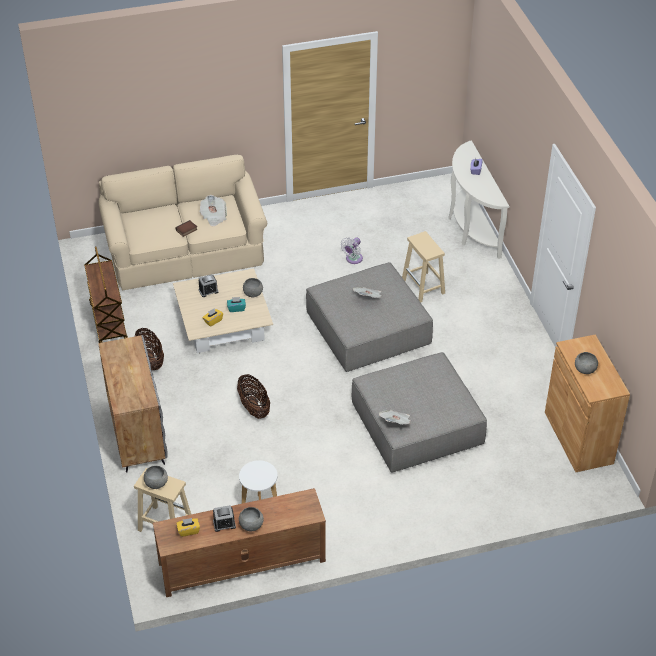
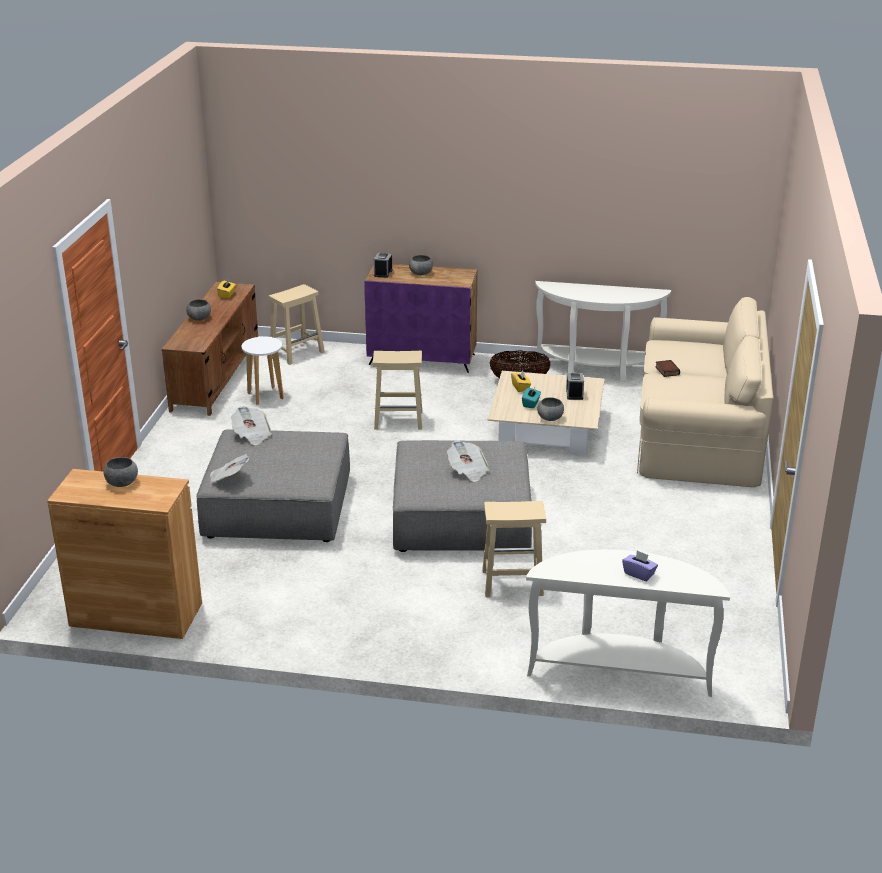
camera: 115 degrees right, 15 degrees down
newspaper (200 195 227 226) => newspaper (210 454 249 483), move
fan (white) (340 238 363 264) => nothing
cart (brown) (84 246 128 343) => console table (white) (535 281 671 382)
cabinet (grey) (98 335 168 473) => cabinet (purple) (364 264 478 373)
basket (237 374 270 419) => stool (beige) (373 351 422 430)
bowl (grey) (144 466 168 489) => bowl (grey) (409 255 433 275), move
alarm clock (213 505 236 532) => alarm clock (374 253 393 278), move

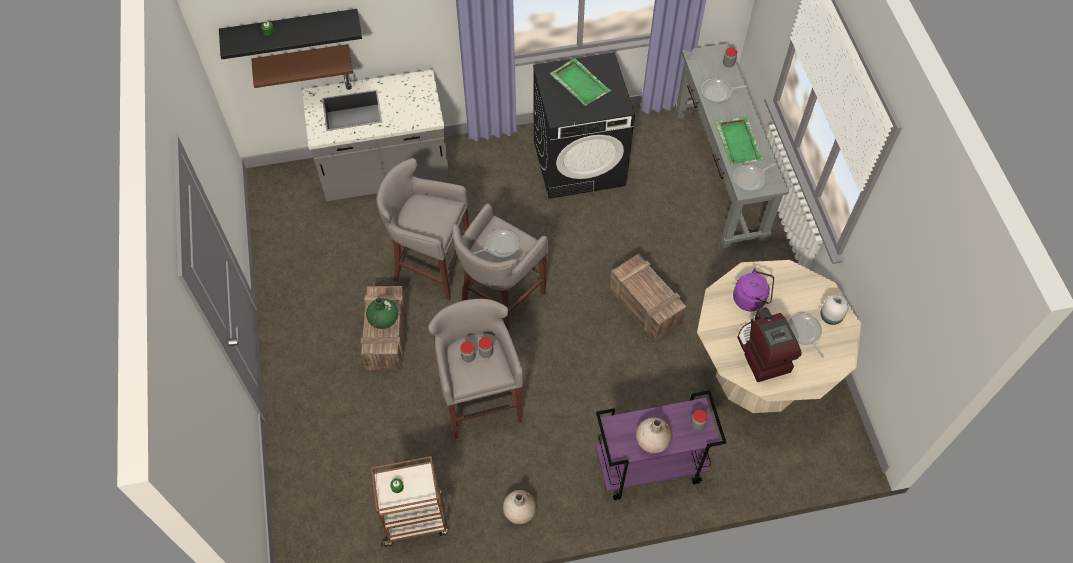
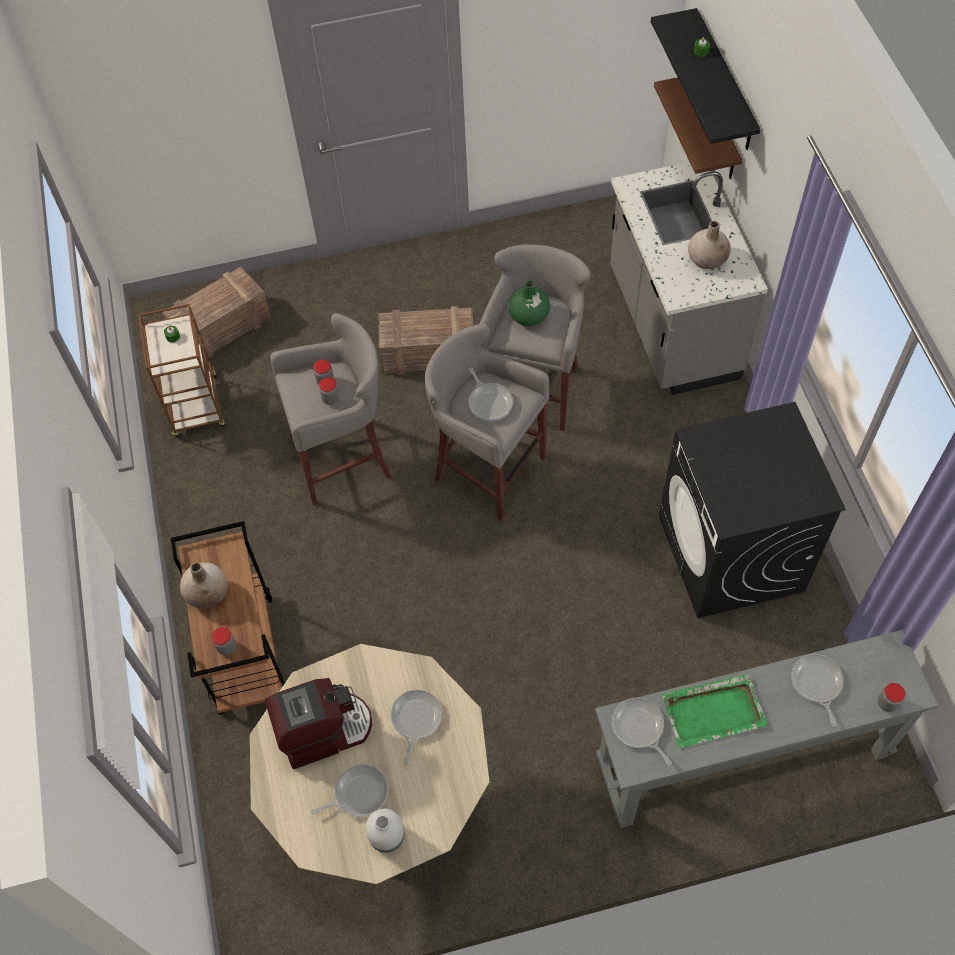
camera: 90 degrees right, 0 degrees up
tray (green) (550 58 611 106) => nothing
crate (609 254 687 341) => crate (162 267 271 358), move
kettle (purple) (733 268 774 311) => frying pan (391 689 442 764)
vase (green) (366 297 398 329) => vase (green) (508 280 550 326), move
cart (purple) (595 390 727 500) => cart (brown) (171 521 285 715)
vase (beige) (503 490 537 524) => vase (beige) (688 221 731 269), move

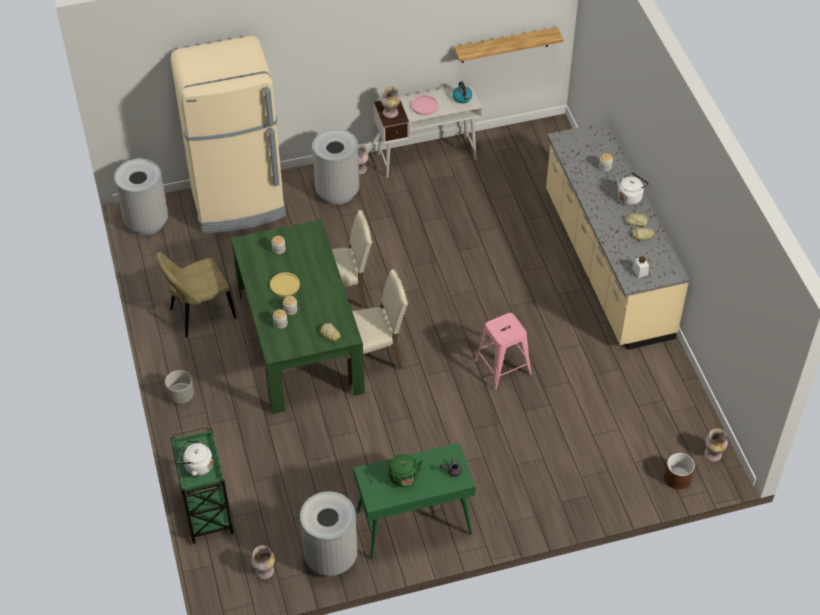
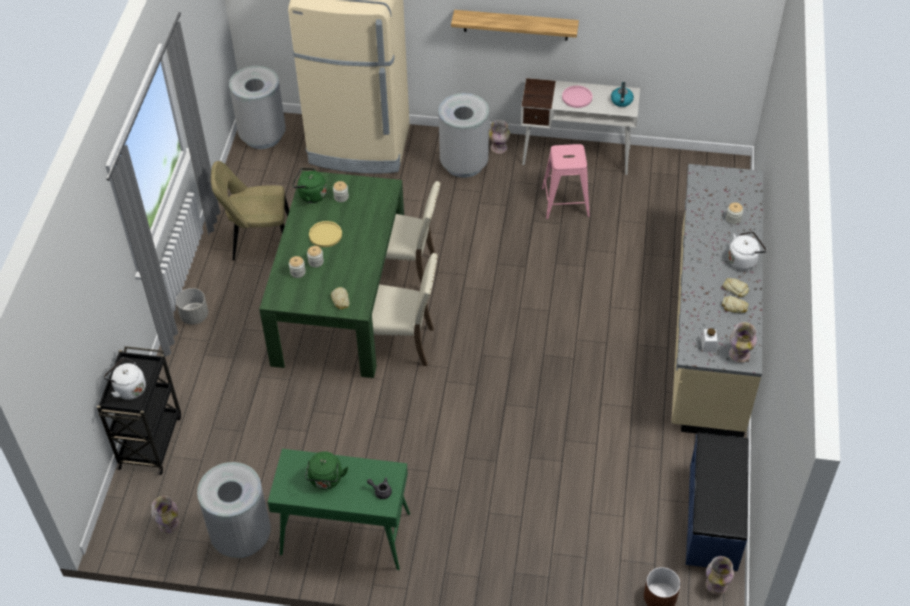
camera: 25 degrees right, 0 degrees up
shelf (454 27 564 63) => shelf (451 10 579 41), move
vase (380 86 400 118) => vase (729 322 757 363), move
stool (pink) (474 313 531 390) => stool (pink) (542 144 590 219), move
cart (green) (170 425 234 544) => cart (black) (97 346 181 475)
nothing => kettle (green) (292 168 327 203)
nothing => bench (blue) (686 433 749 571)

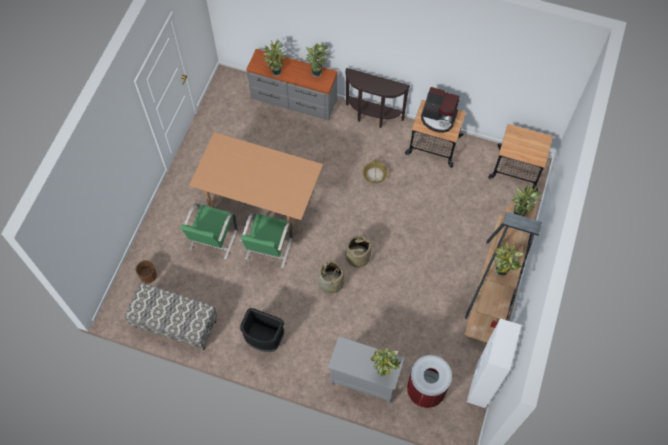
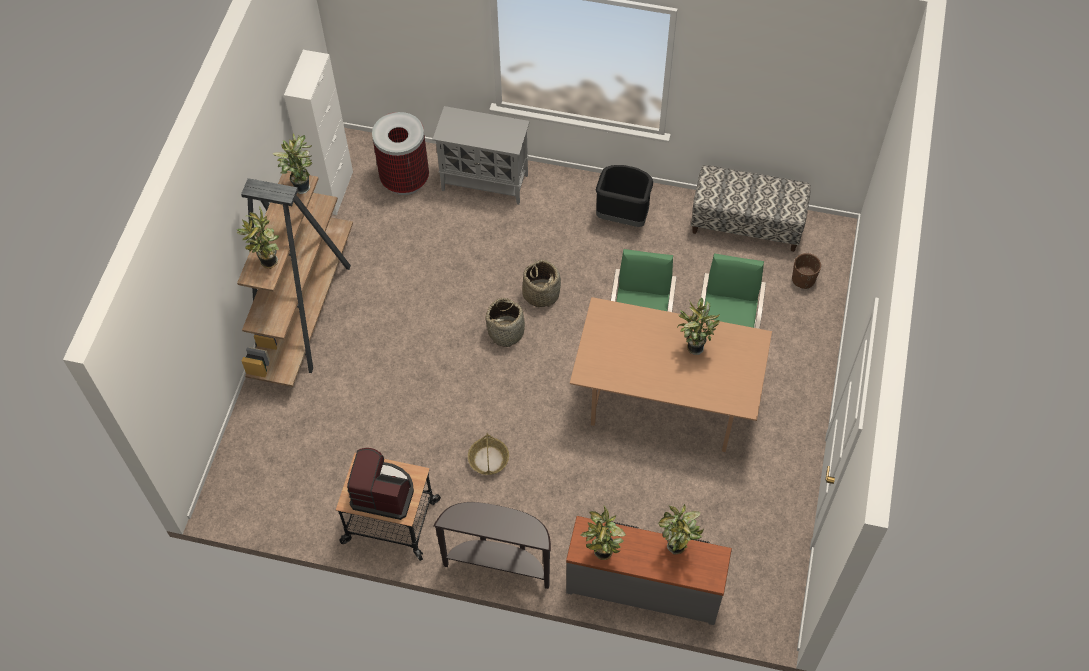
camera: 175 degrees right, 5 degrees down
cart (488 124 553 192) => nothing
potted plant (371 347 401 376) => potted plant (677 297 720 355), move

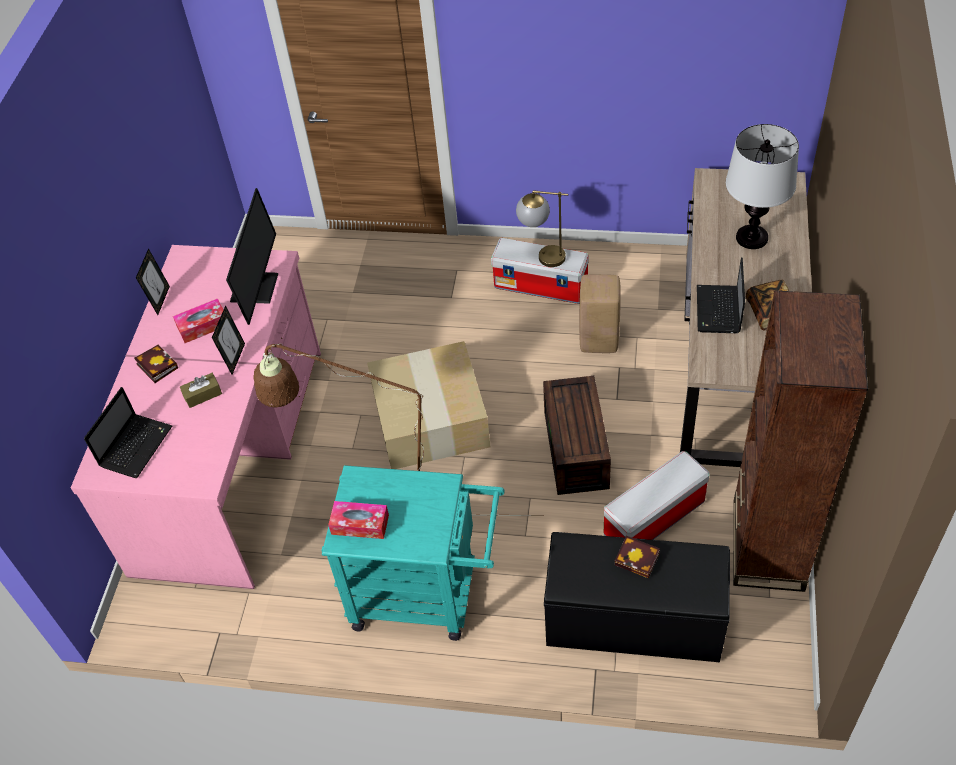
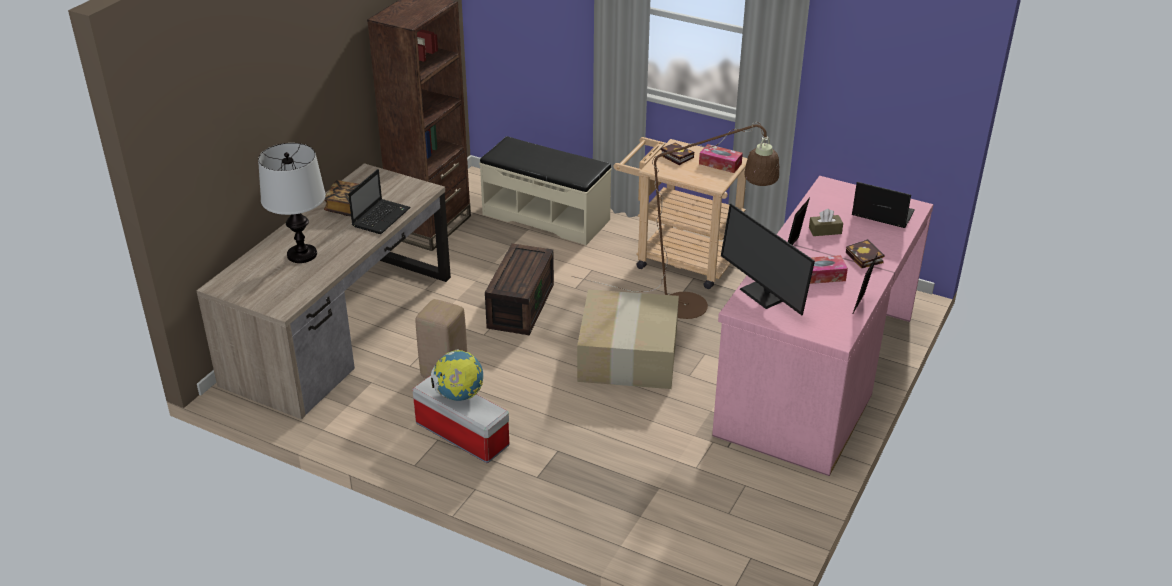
camera: 165 degrees left, 15 degrees down
monitor (226 188 278 325) => monitor (721 203 815 315), 60 degrees counterclockwise
table lamp (516 190 568 267) => globe (431 350 483 401)
laptop (84 387 172 478) => laptop (852 182 915 228), 75 degrees clockwise
storage box (604 451 709 540) => nothing
cart (turquoise) (321 465 505 641) => cart (beige) (614 137 748 289)
bench (black) (544 532 730 662) => bench (beige) (479 136 611 245)
book (615 536 660 578) => book (661 142 694 165), move

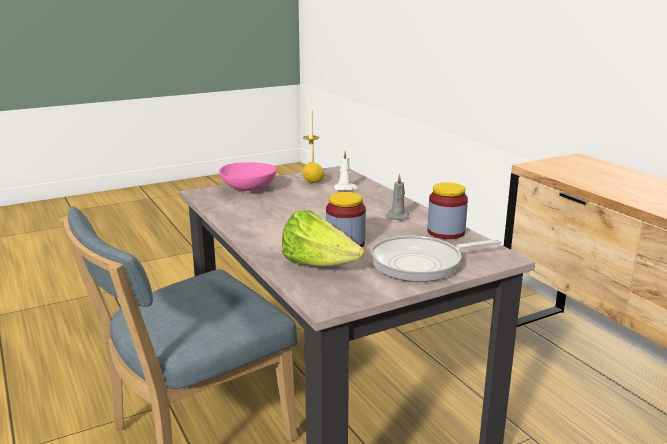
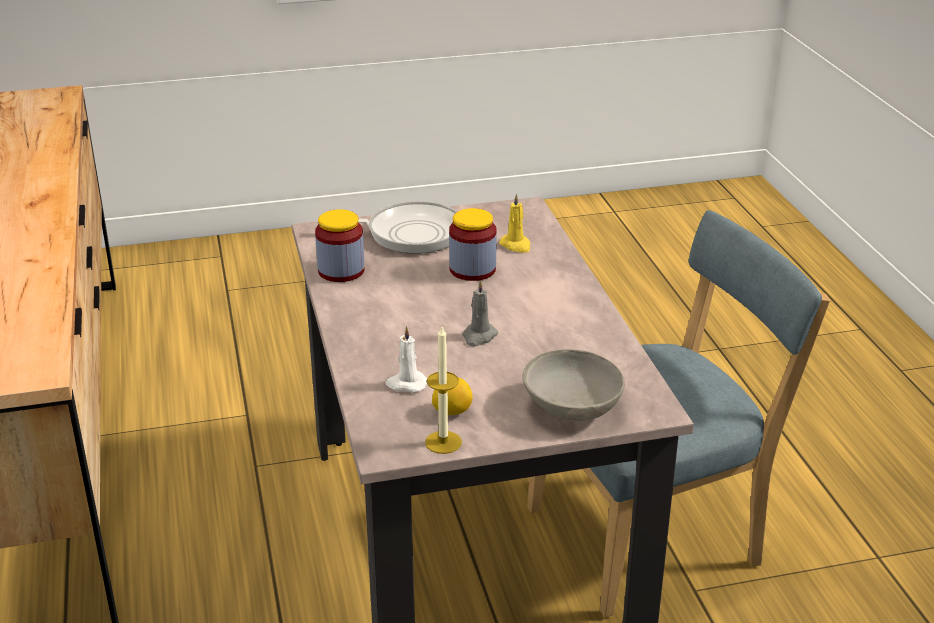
camera: 165 degrees left, 10 degrees up
bowl (pink) (219 162 277 191) => bowl (grey) (523 349 625 421)
candle (grey) (386 174 409 220) => candle (grey) (463 280 498 346), move
lettuce (282 210 365 267) => candle (yellow) (499 193 531 253)

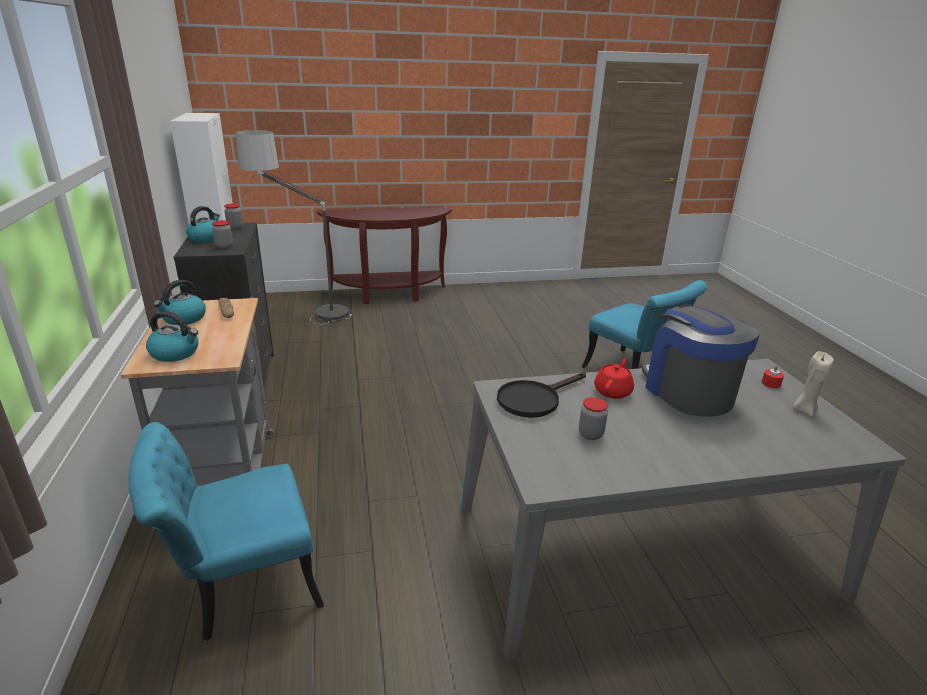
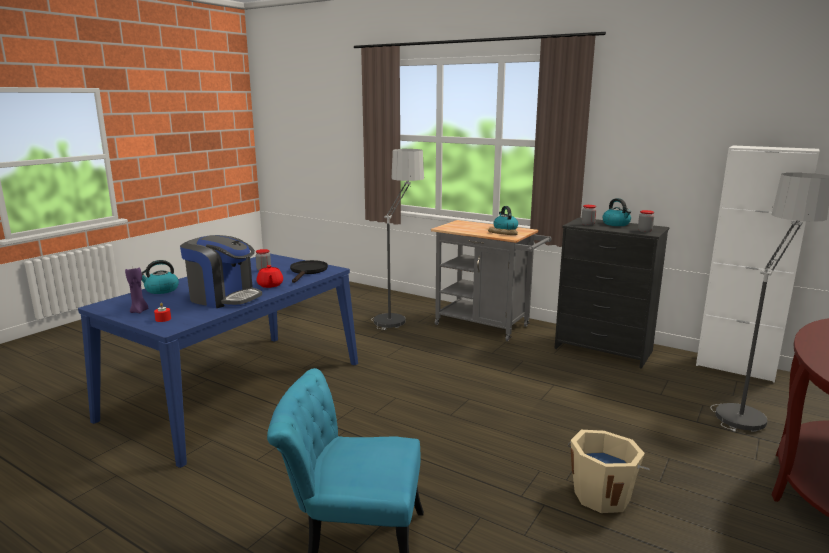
camera: 135 degrees right, 10 degrees down
kettle (146 311 198 362) => kettle (141 260 179 294), move
candle (beige) (793 351 834 416) => candle (purple) (125 266 148 313)
dining table (grey) (461 359 906 661) => dining table (blue) (78 253 358 468)
chair (turquoise) (129 422 324 641) => floor lamp (371 149 424 330)
nothing => bucket (beige) (568 430 650 513)

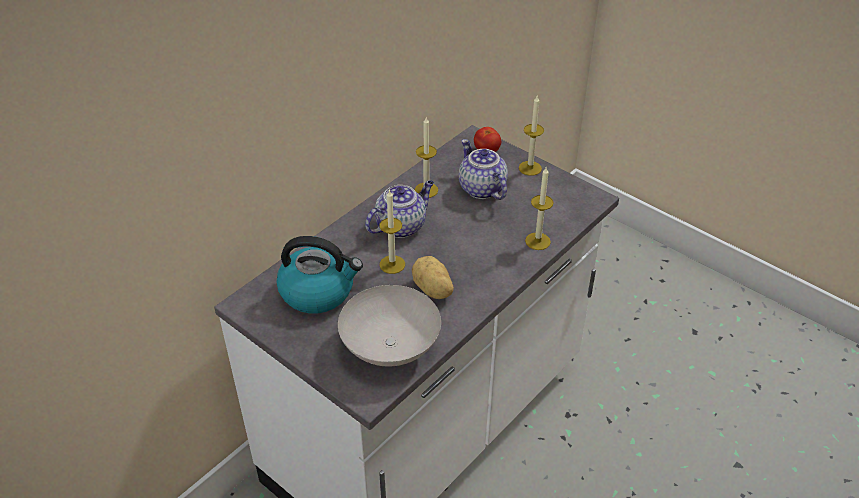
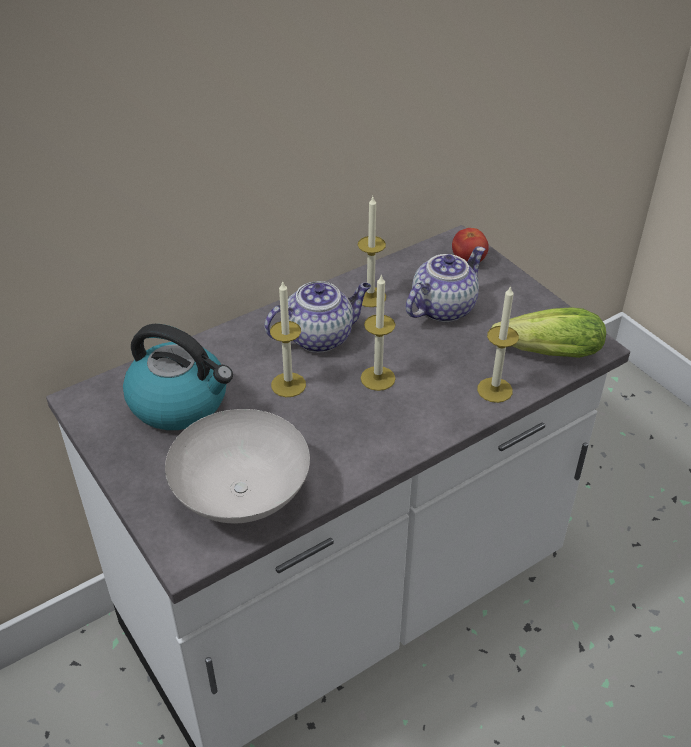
camera: 15 degrees right, 0 degrees up
candle (519 96 544 176) => candle (361 274 396 391), move
teapot (459 139 508 200) => teapot (406 247 485 322), 60 degrees clockwise
potato (412 256 454 299) => nothing
nothing => lettuce (491 307 606 358)

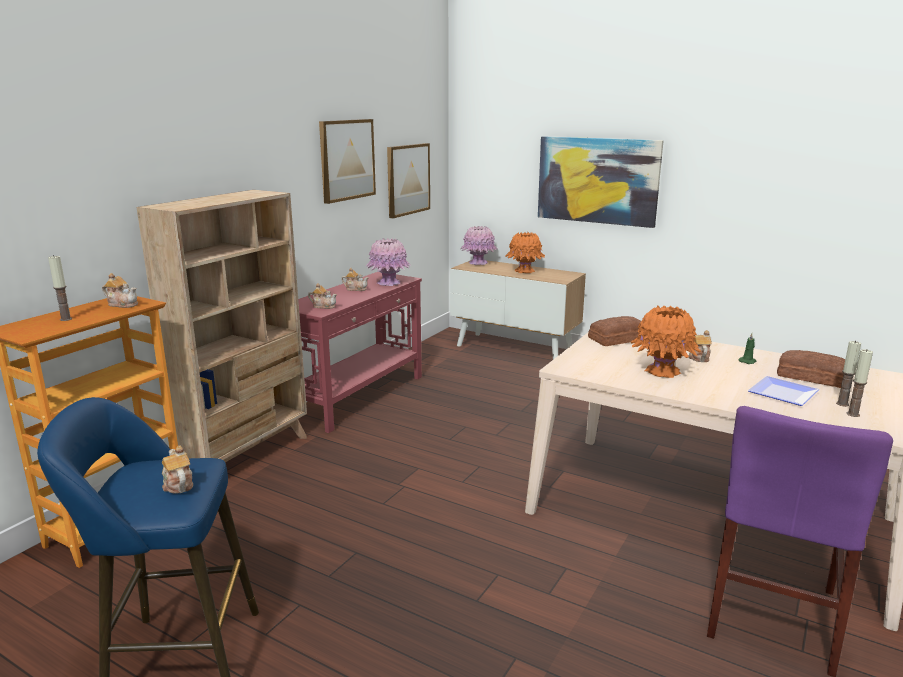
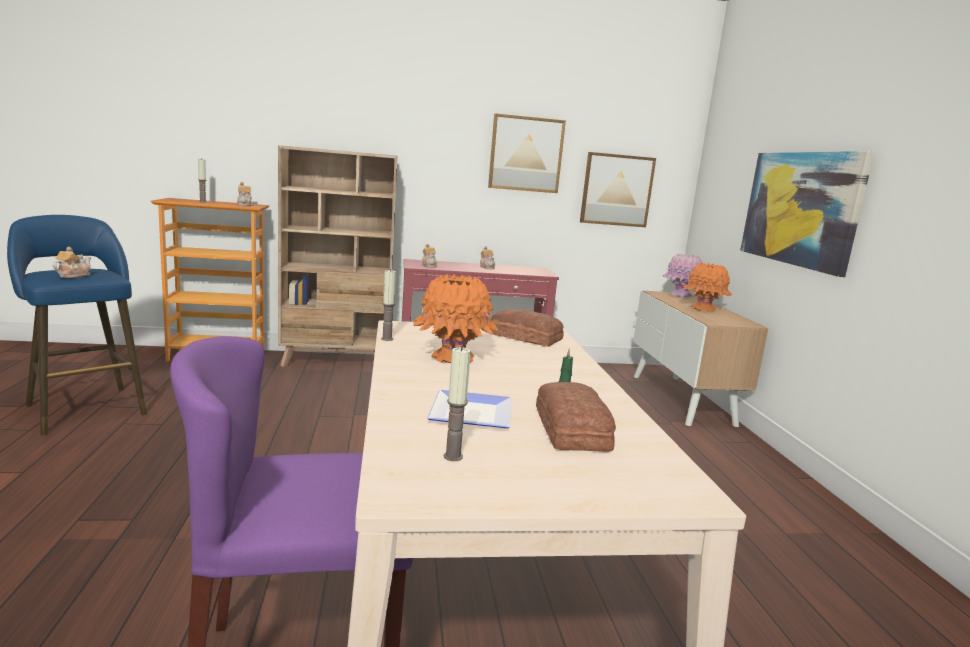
camera: 50 degrees right, 5 degrees down
vase (pink) (366 238 411 286) => nothing
teapot (689 330 712 362) => nothing
candle (836 341 861 407) => candle (381 269 396 341), move

